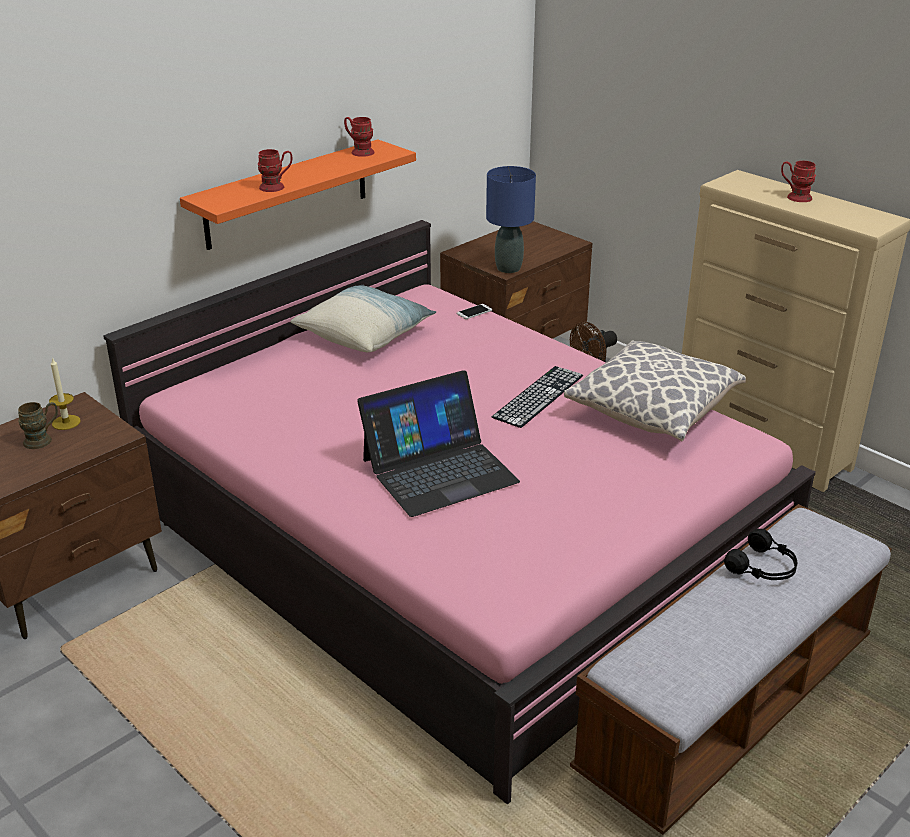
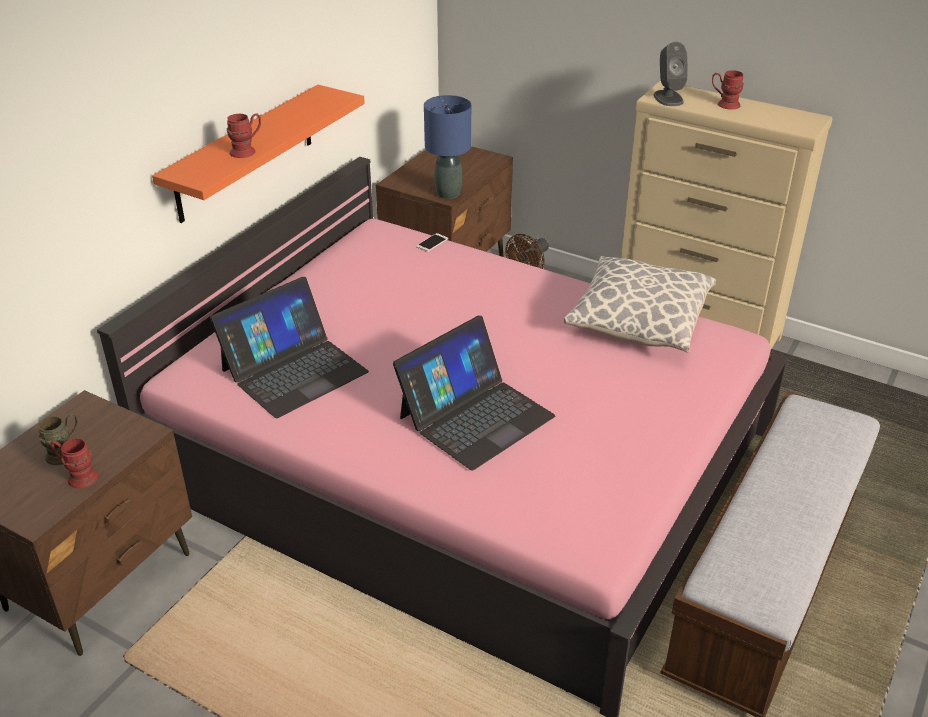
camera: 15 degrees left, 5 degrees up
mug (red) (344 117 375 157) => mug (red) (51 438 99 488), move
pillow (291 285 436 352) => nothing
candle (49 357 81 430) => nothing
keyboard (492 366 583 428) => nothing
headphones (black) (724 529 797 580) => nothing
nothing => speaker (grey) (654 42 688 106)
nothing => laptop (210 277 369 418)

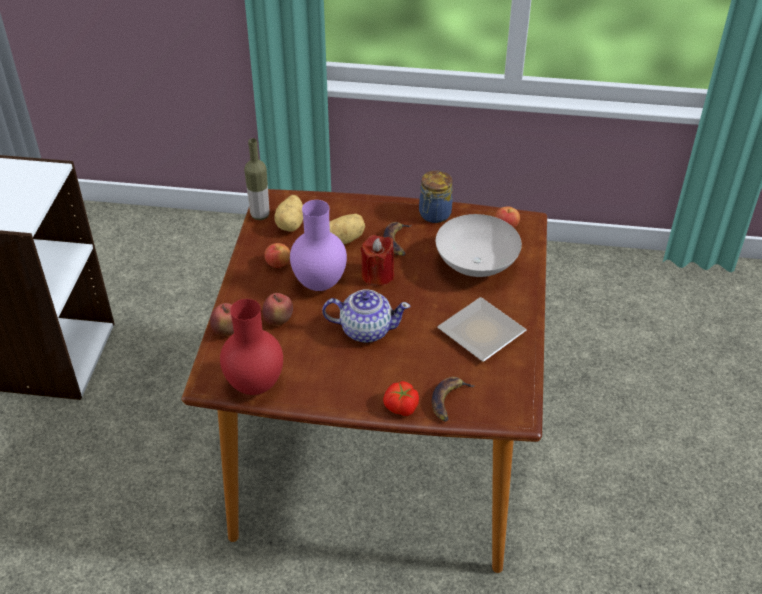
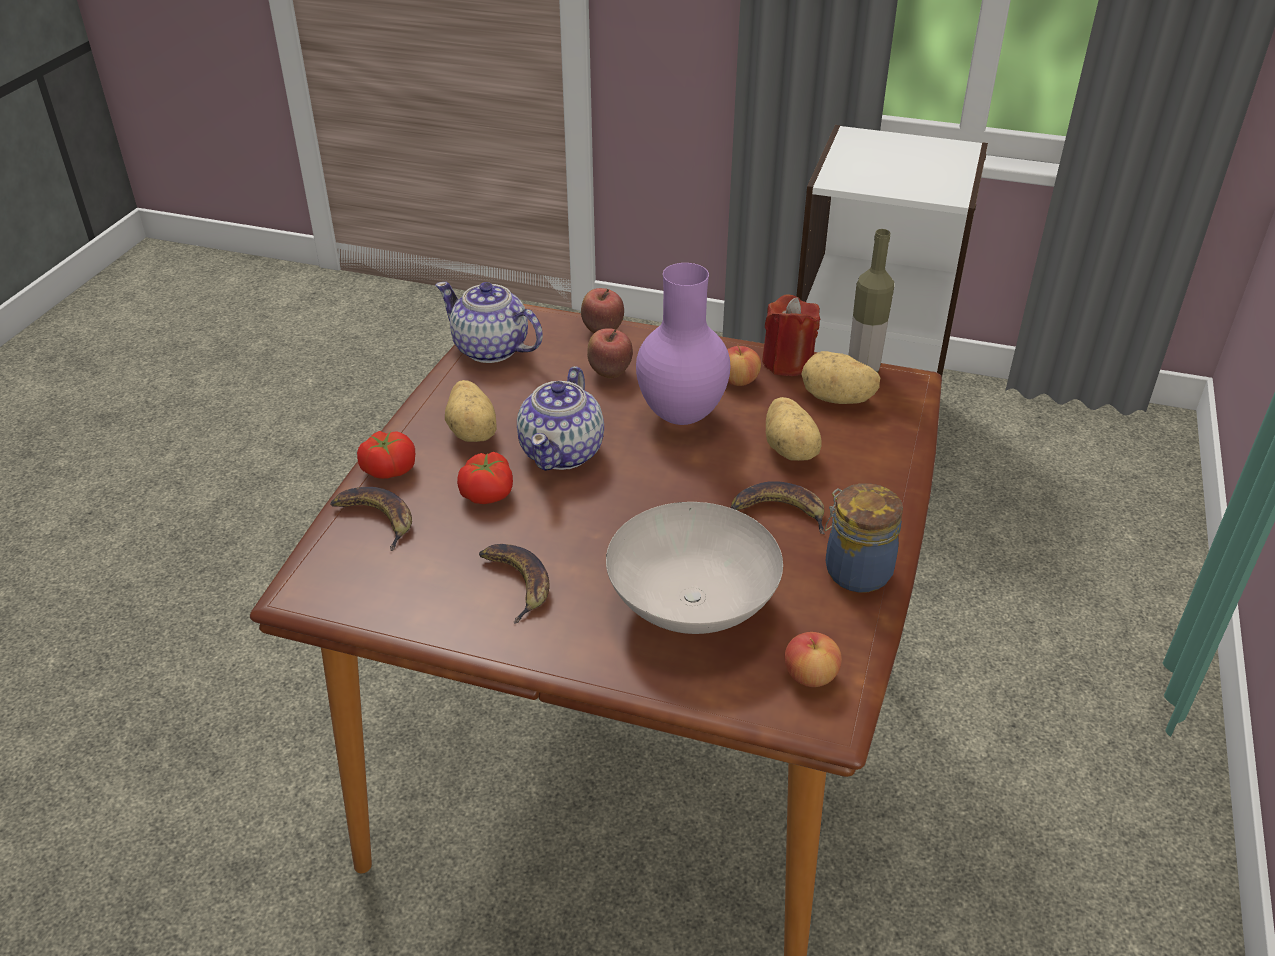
camera: 100 degrees right, 5 degrees down
candle (red) (361 235 394 286) => candle (red) (762 294 820 376), move
plate (437 297 527 362) => banana (479 544 550 623)
vase (red) (220 299 283 395) => teapot (435 282 543 363)
nothing => potato (445 380 497 442)
nothing => tomato (457 452 513 504)

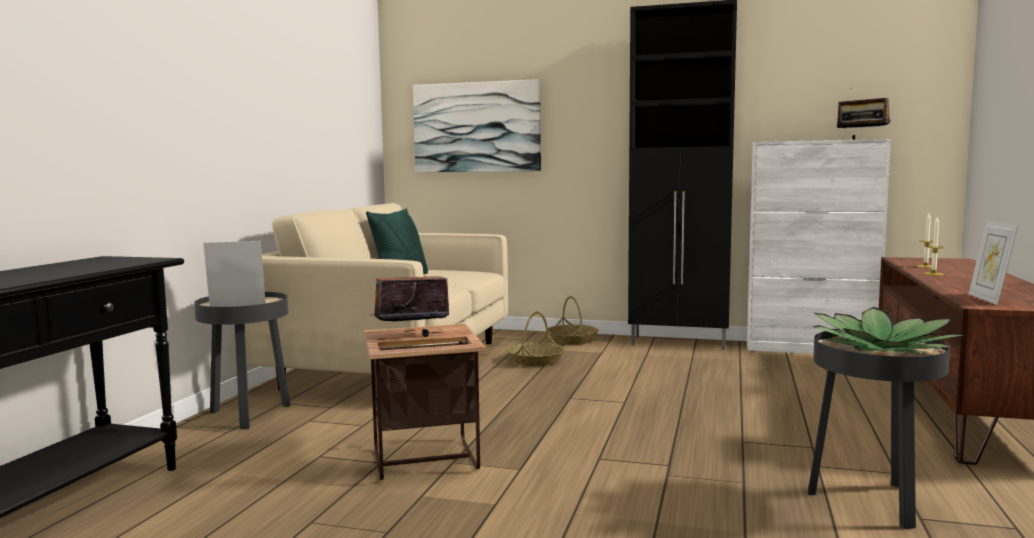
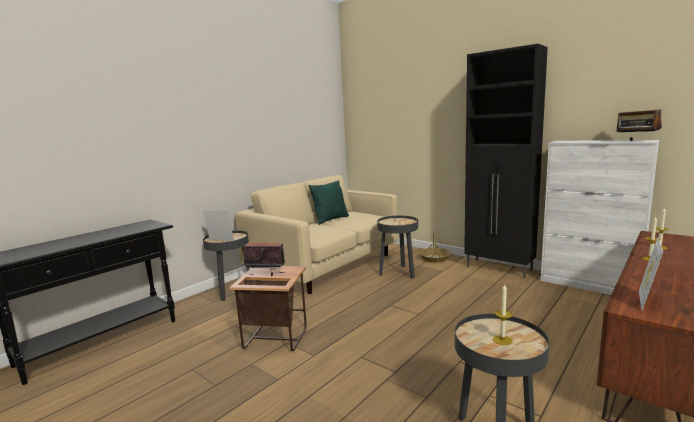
camera: 25 degrees right, 5 degrees up
picture (413 79 541 172) => nothing
potted plant (813 307 964 354) => candle (493 284 513 345)
basket (507 311 565 366) => side table (black) (377 216 418 279)

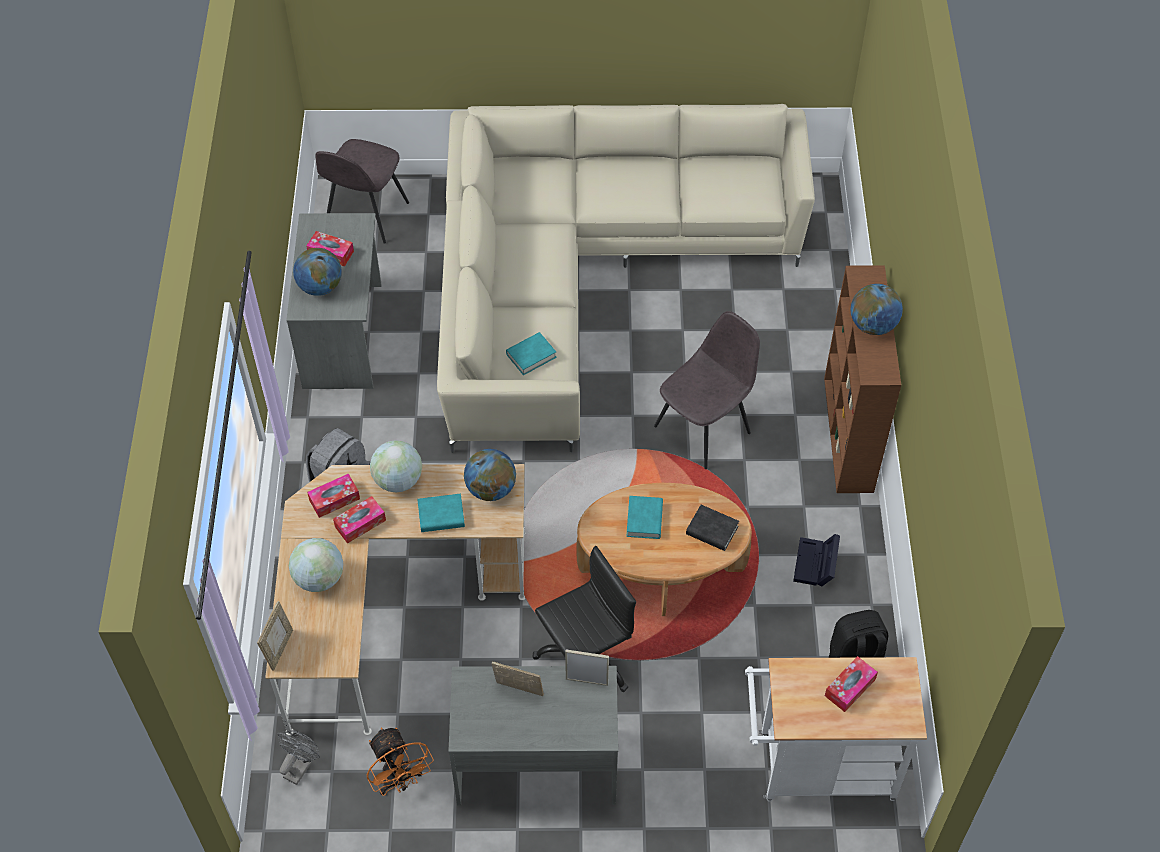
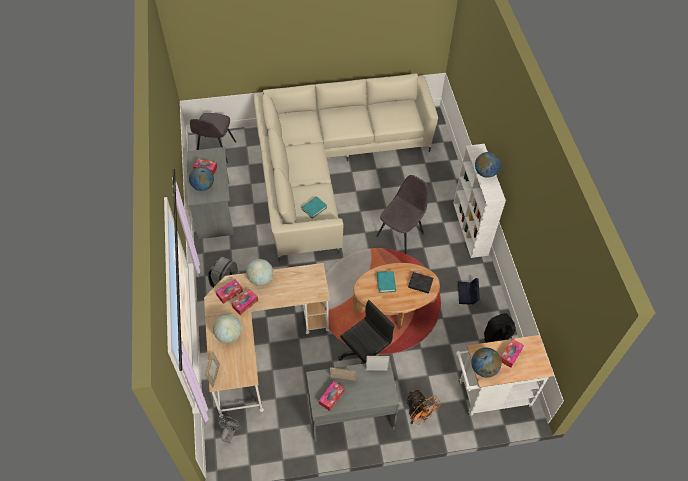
camera: 10 degrees left, 0 degrees up
bookcase (brown) (824 265 901 493) => bookcase (white) (453 144 506 258)
globe (464 449 516 501) => globe (471 348 502 378), move
book (turquoise) (417 494 465 532) => nothing
fan (orange) (367 727 434 796) => fan (orange) (406 389 441 425), move
nothing => tissue box (319 381 345 411)

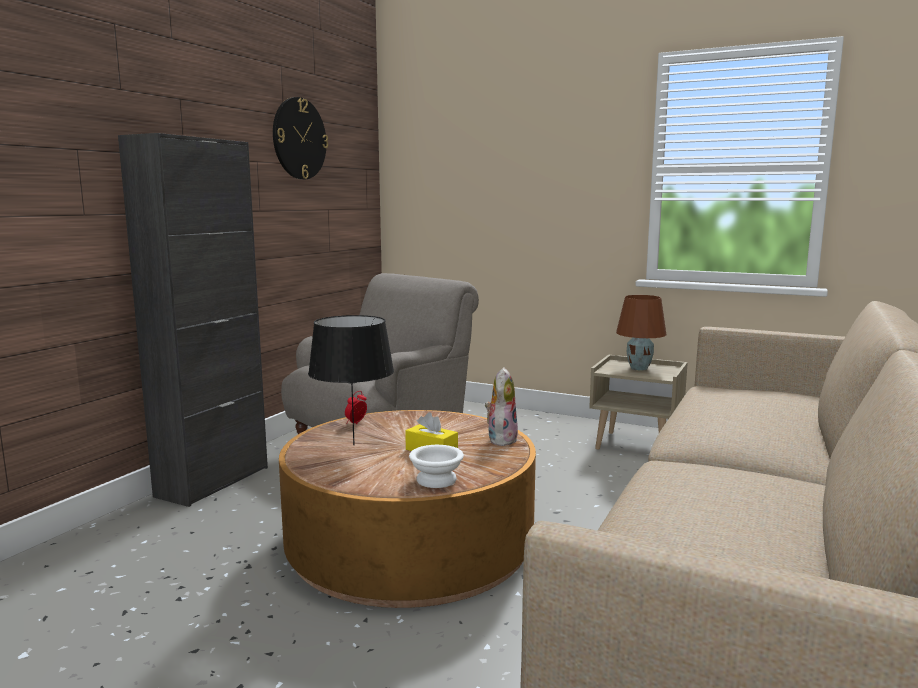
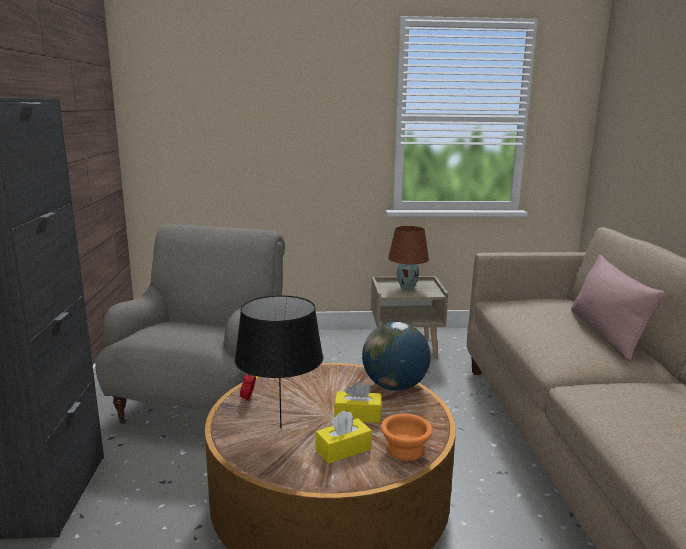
camera: 30 degrees left, 5 degrees up
wall clock (273 97 328 179) => nothing
plush toy (485 367 518 446) => globe (362 322 431 391)
bowl (white) (409 445 464 488) => bowl (orange) (381 414 433 461)
nothing => pillow (pink) (571 255 666 361)
nothing => tissue box (yellow) (316 410 372 464)

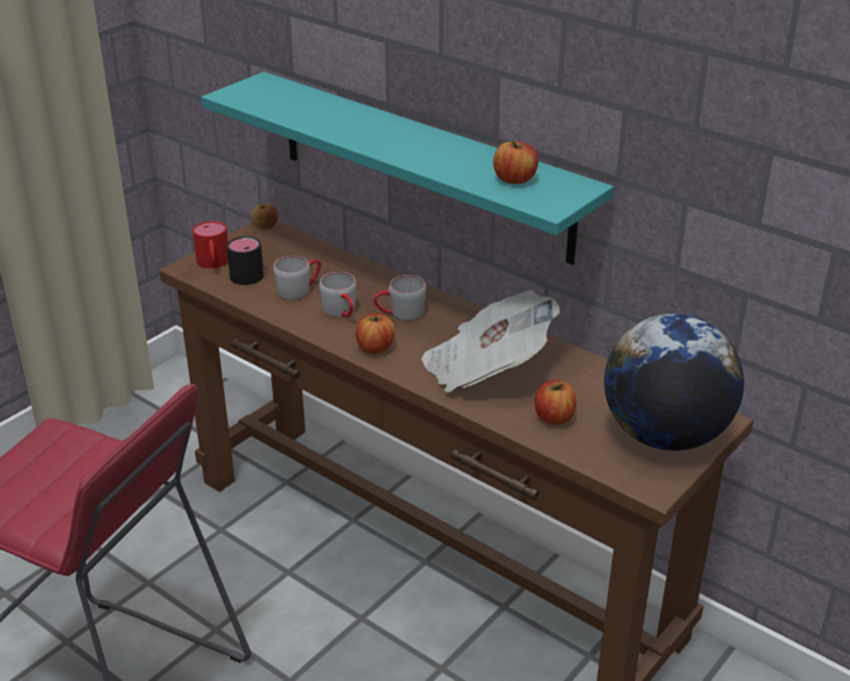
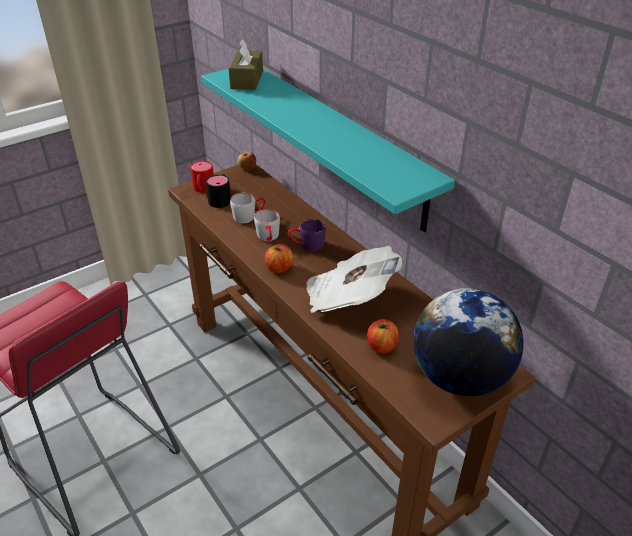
camera: 15 degrees right, 5 degrees up
apple (493 142 538 184) => nothing
mug (grey) (373 275 426 321) => mug (purple) (288 219 326 251)
nothing => tissue box (brown) (229 39 263 90)

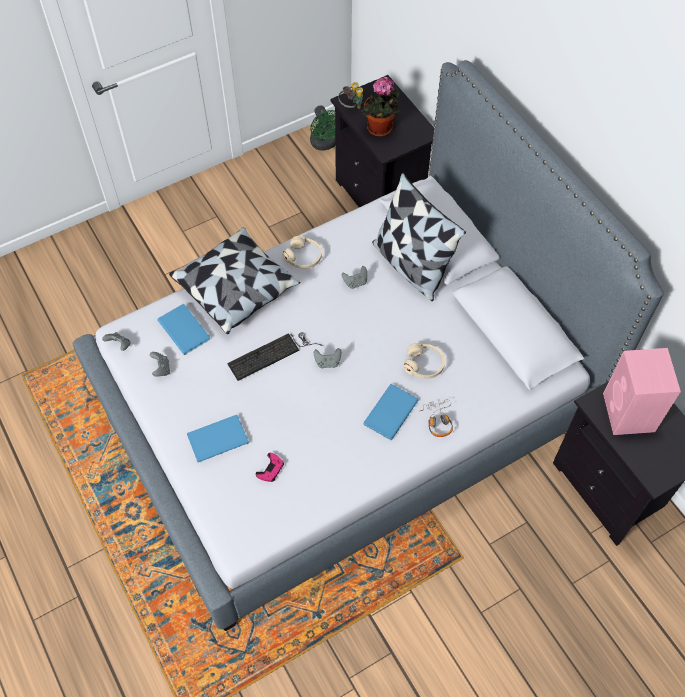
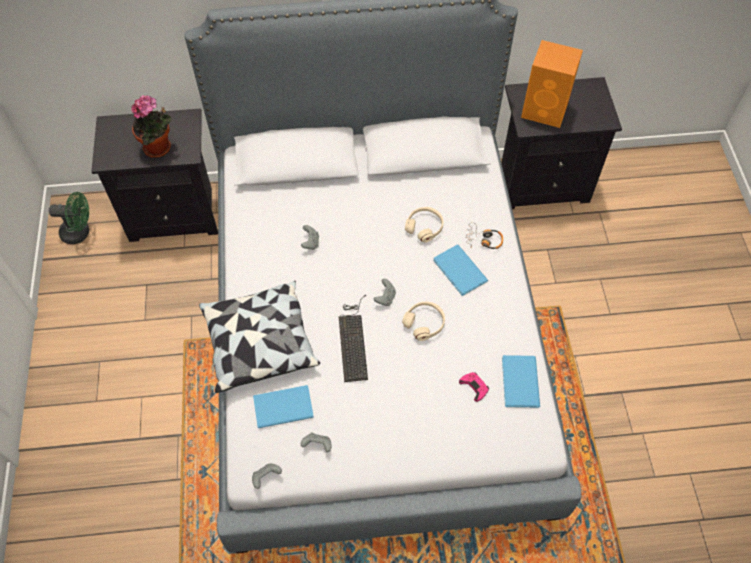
camera: 65 degrees left, 0 degrees up
binoculars (338 82 363 109) => nothing
pillow (372 173 466 301) => nothing
headphones (beige) (282 236 322 269) => headphones (beige) (402 302 445 341), move
speaker (pink) (603 348 681 435) => speaker (orange) (521 40 583 128)
book (blue) (187 415 249 462) => book (blue) (502 355 540 408), move

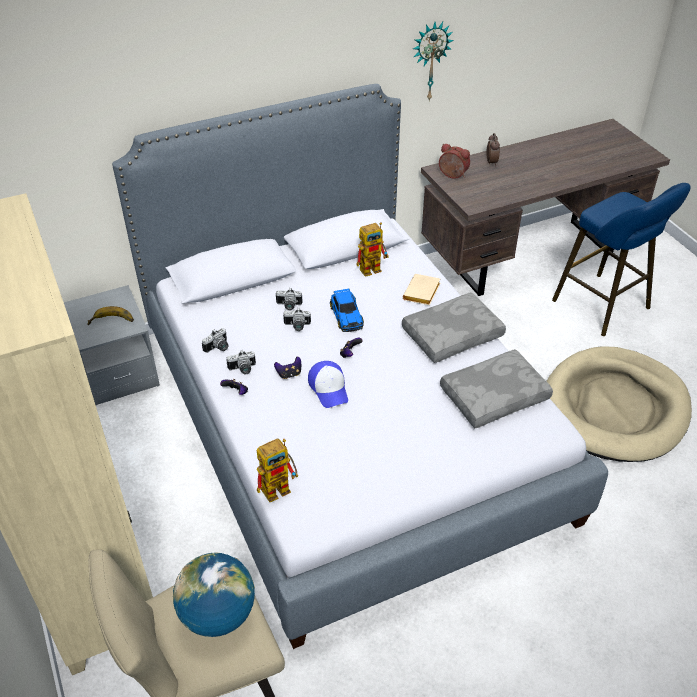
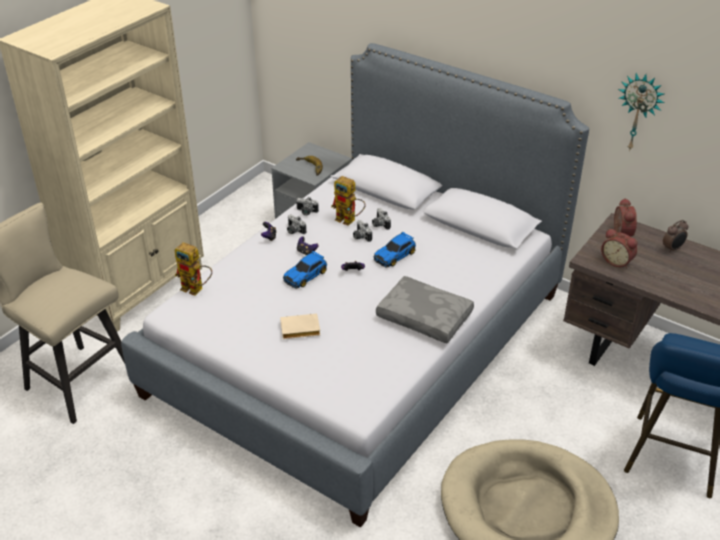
camera: 60 degrees right, 5 degrees down
toy robot (356 222 389 277) => toy robot (331 176 366 226), move
book (beige) (403 274 440 305) => book (beige) (280 314 320 339), move
pillow (grey) (440 349 553 428) => nothing
cap (308 361 348 408) => toy car (283 251 327 289)
globe (173 552 255 637) => nothing
nothing => alarm clock (601 229 637 268)

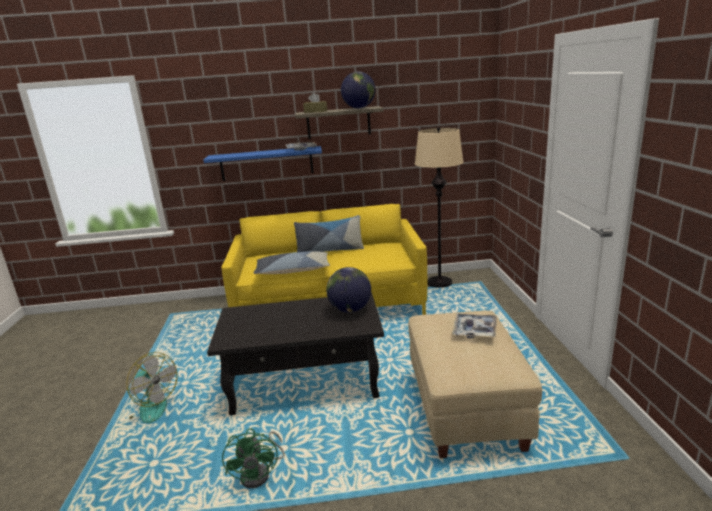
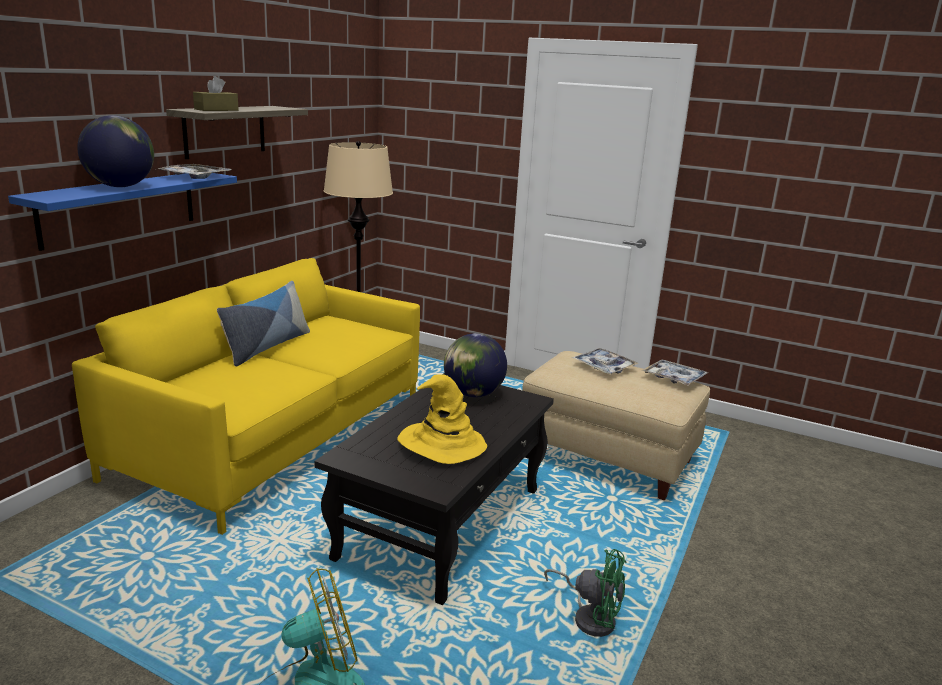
camera: 60 degrees left, 0 degrees up
globe (341 71 376 108) => globe (77 115 154 187), move
pillow (253 251 330 274) => nothing
nothing => tray (642 360 708 386)
nothing => hat (yellow) (397 374 487 464)

